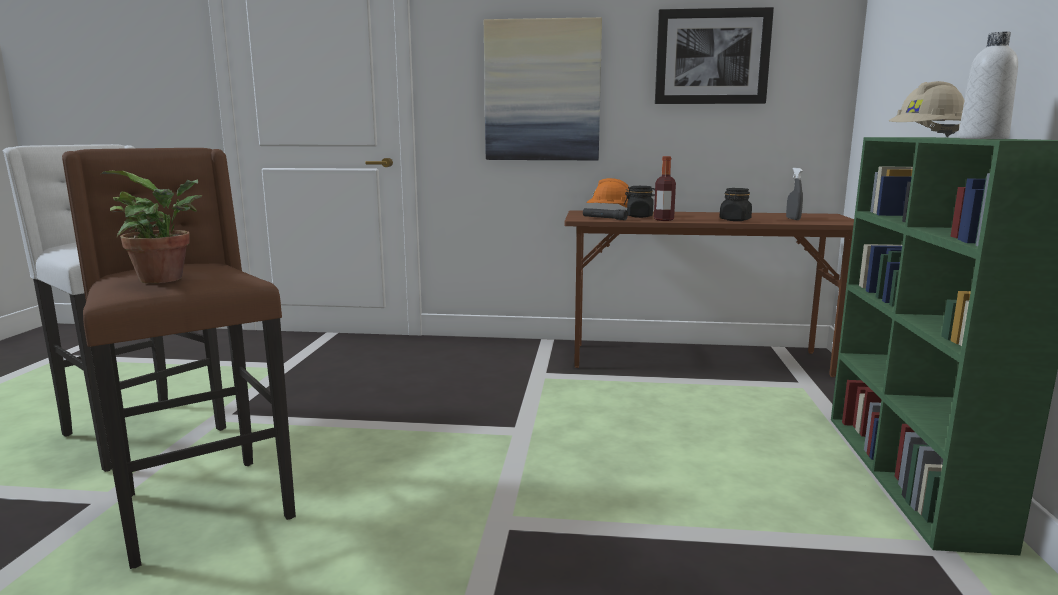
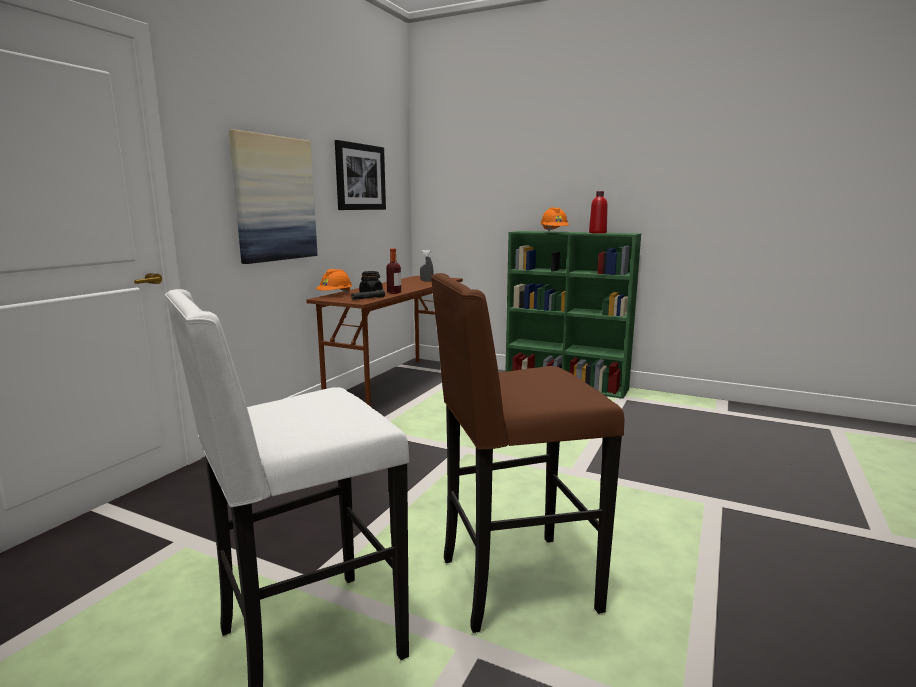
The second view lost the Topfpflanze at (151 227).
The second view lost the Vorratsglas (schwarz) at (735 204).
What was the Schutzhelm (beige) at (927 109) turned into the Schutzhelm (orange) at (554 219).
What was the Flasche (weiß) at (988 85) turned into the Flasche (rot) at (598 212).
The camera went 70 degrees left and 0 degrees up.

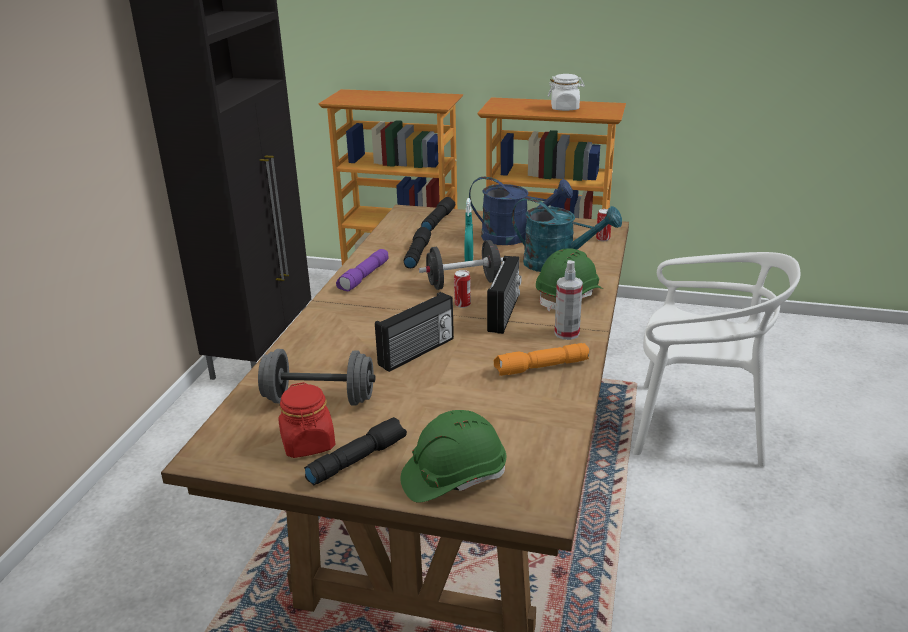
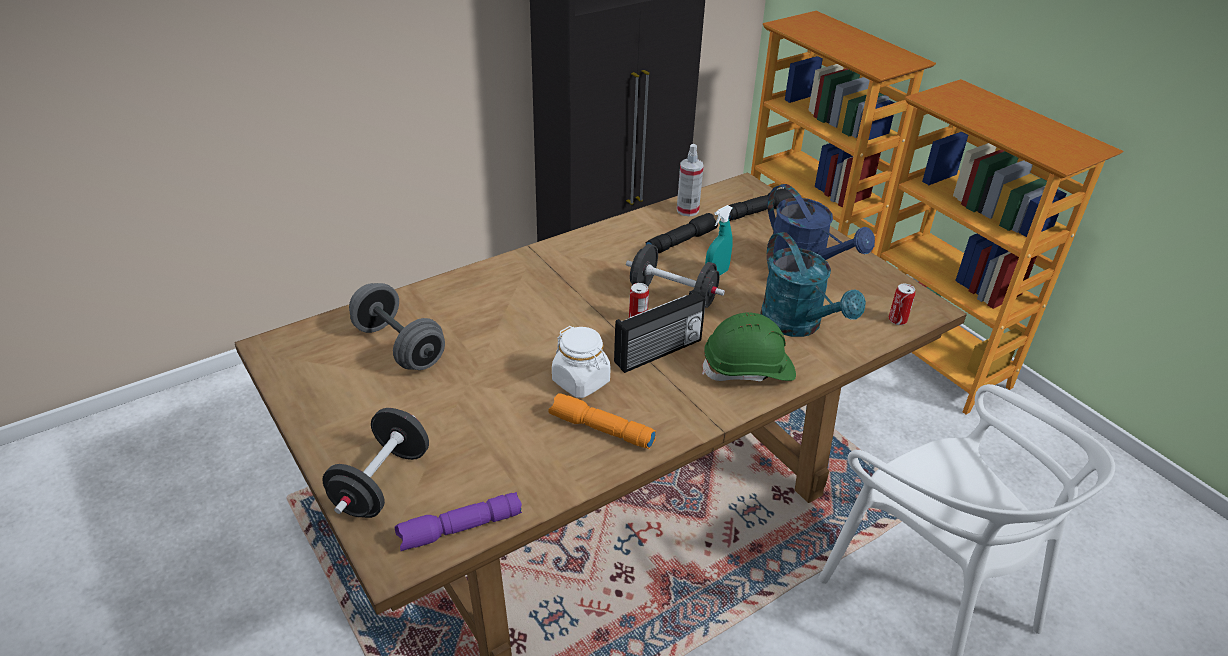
The second view lost the Vorratsglas (rot) at (306 420).
The second view lost the Taschenlampe (schwarz) at (355 451).
The second view lost the Radio at (414 332).
The Taschenlampe (lila) ended up elsewhere, having gone from (362 270) to (458 521).
The Vorratsglas (weiß) ended up elsewhere, having gone from (566 92) to (581 362).
The Sprühflasche ended up elsewhere, having gone from (569 300) to (690 180).
Where the Schutzhelm (grün) stood at (453 456), the Hantel (schwarz) came to stand at (375 463).
The camera went 40 degrees right and 10 degrees up.

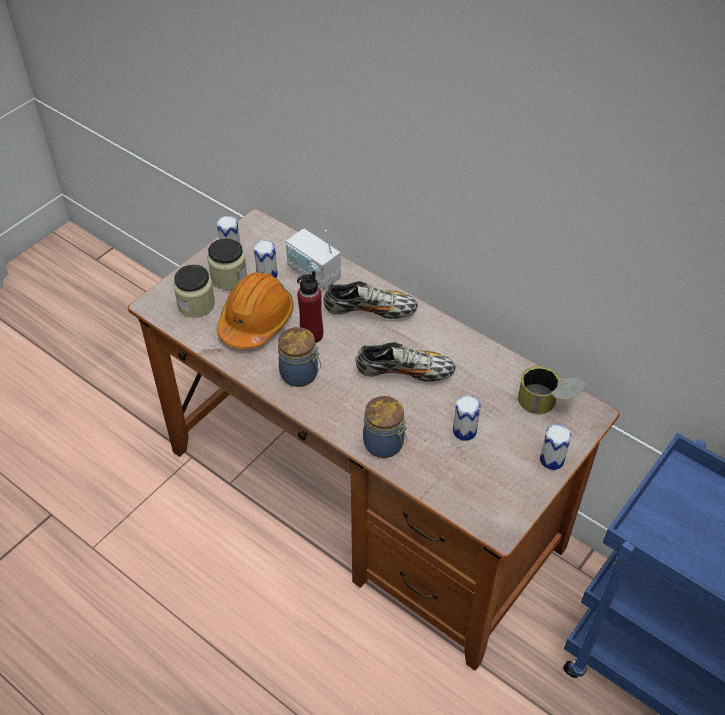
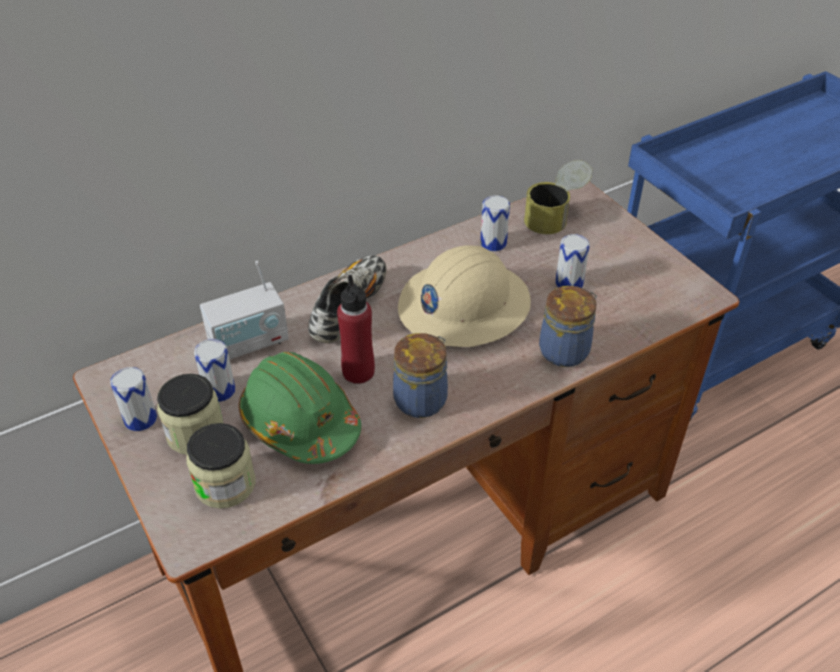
The Dose ended up elsewhere, having gone from (555 447) to (495 223).
Where the Schuh stood at (405 362), the Schutzhelm (beige) came to stand at (464 296).
What was the Schutzhelm (orange) at (255 310) turned into the Schutzhelm (grün) at (300 408).
The camera went 70 degrees left and 5 degrees down.

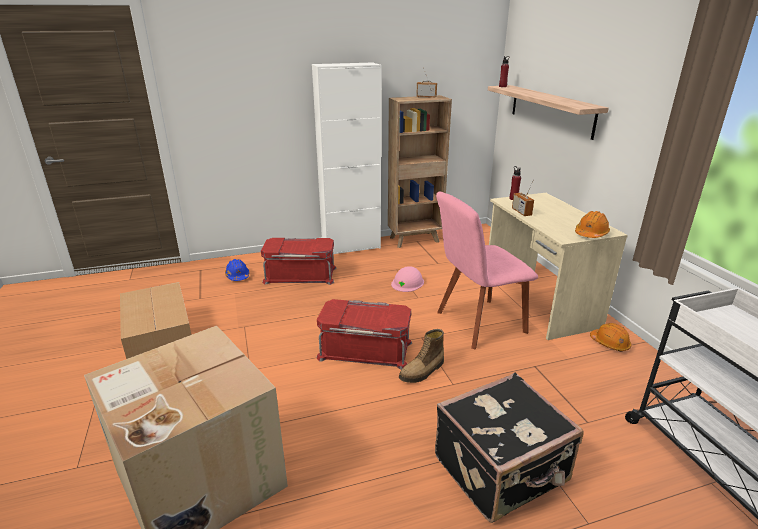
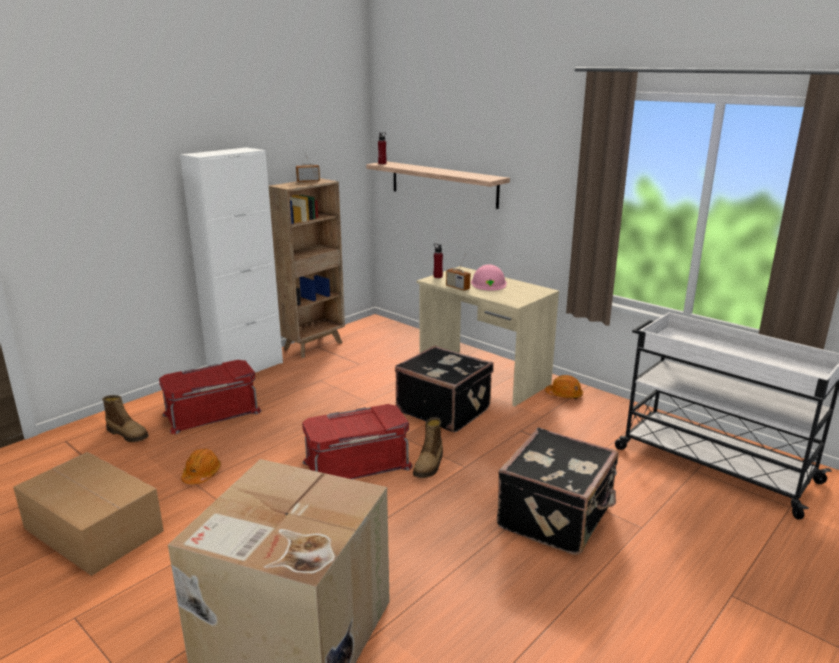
The Schutzhelm (rosa) ended up elsewhere, having gone from (407 279) to (489 277).
The Schutzhelm (orange) ended up elsewhere, having gone from (592 224) to (201 466).
Where the Schutzhelm (blau) stood at (237 270), the Stiefel came to stand at (125 418).
Where the Stuhl (rosa) stood at (487 270), the Koffer (schwarz) came to stand at (444 389).
The camera went 30 degrees left and 5 degrees down.

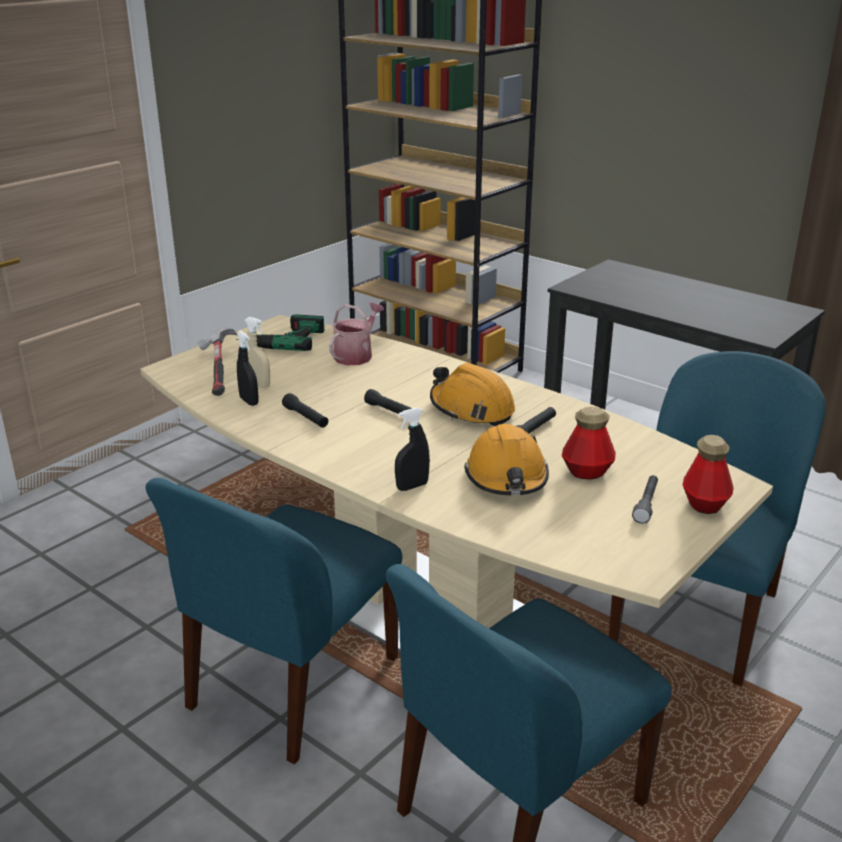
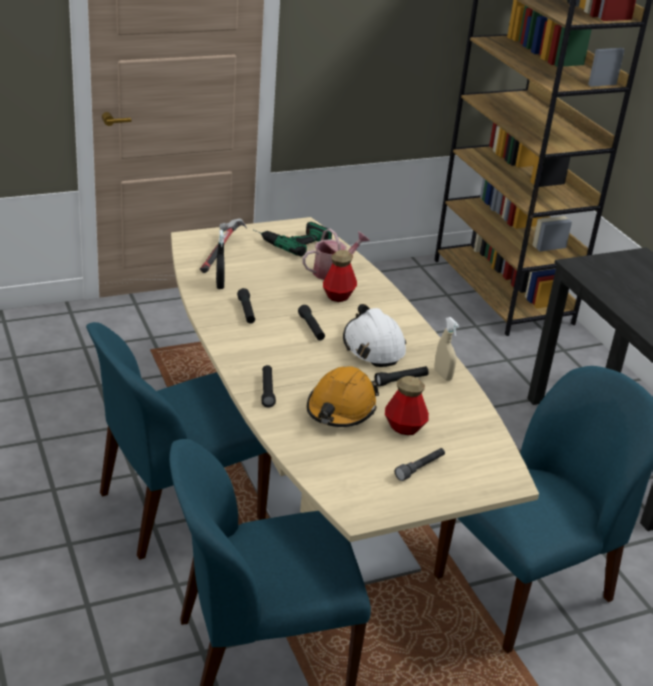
The Sprühflasche (beige) ended up elsewhere, having gone from (257 352) to (447 349).
The Flasche ended up elsewhere, having gone from (708 474) to (340 276).
Where the Sprühflasche (schwarz) stood at (412 449), the Taschenlampe (schwarz) came to stand at (268 386).
What was the Schutzhelm (orange) at (472 394) turned into the Schutzhelm (weiß) at (374 335).
The camera went 25 degrees right and 5 degrees up.

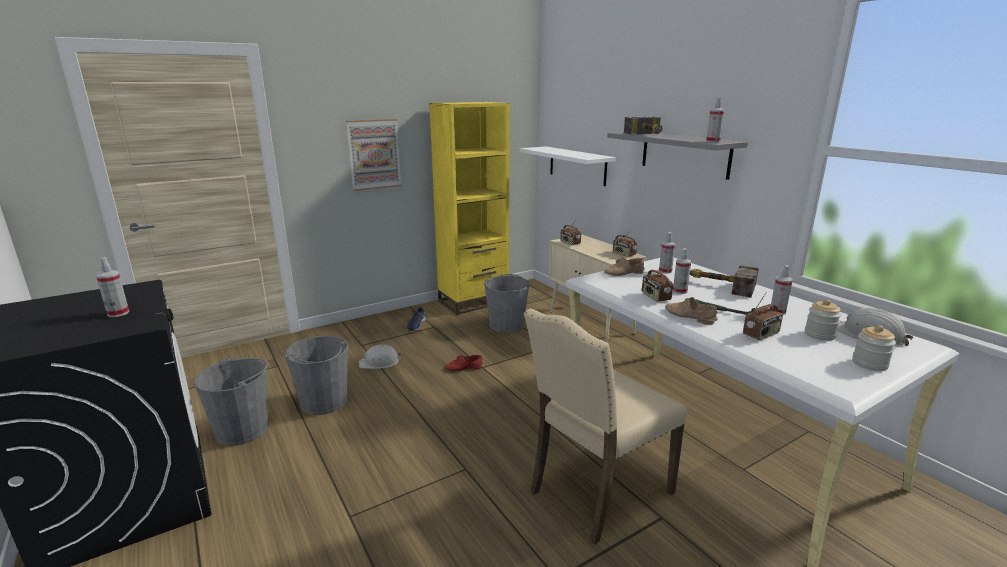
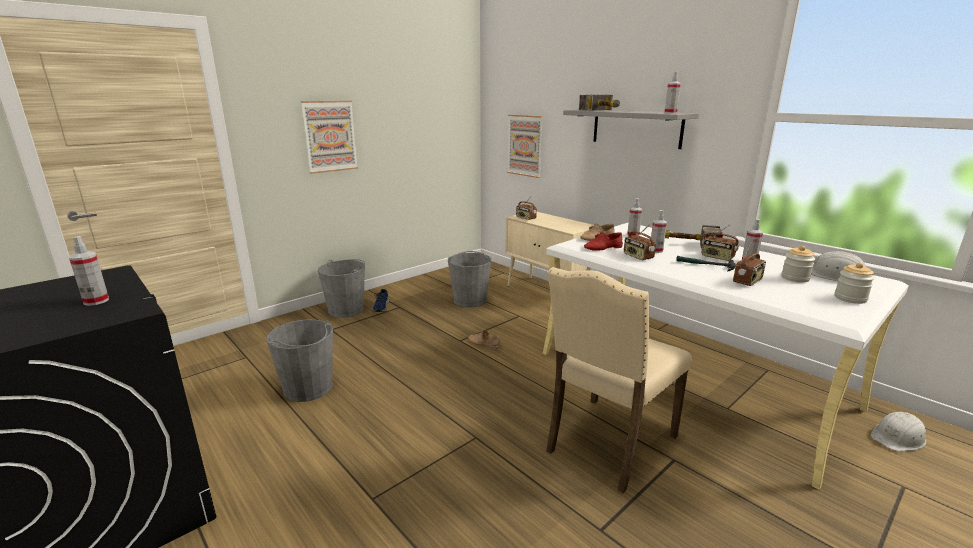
The second view lost the Bücherregal (gelb) at (469 208).
The Eimer (grau) ended up elsewhere, having gone from (231 402) to (341 288).
The Schutzhelm (weiß) ended up elsewhere, having gone from (380 356) to (898 431).
The Schuh (rot) ended up elsewhere, having gone from (464 363) to (603 241).
The Radio ended up elsewhere, having gone from (625 243) to (720 242).
The Schuh (beige) ended up elsewhere, having gone from (691 311) to (484 340).
Where the Wandregal (weiß) hung at (568 166), the Bild came to hang at (525 146).
The camera went 10 degrees left and 0 degrees up.

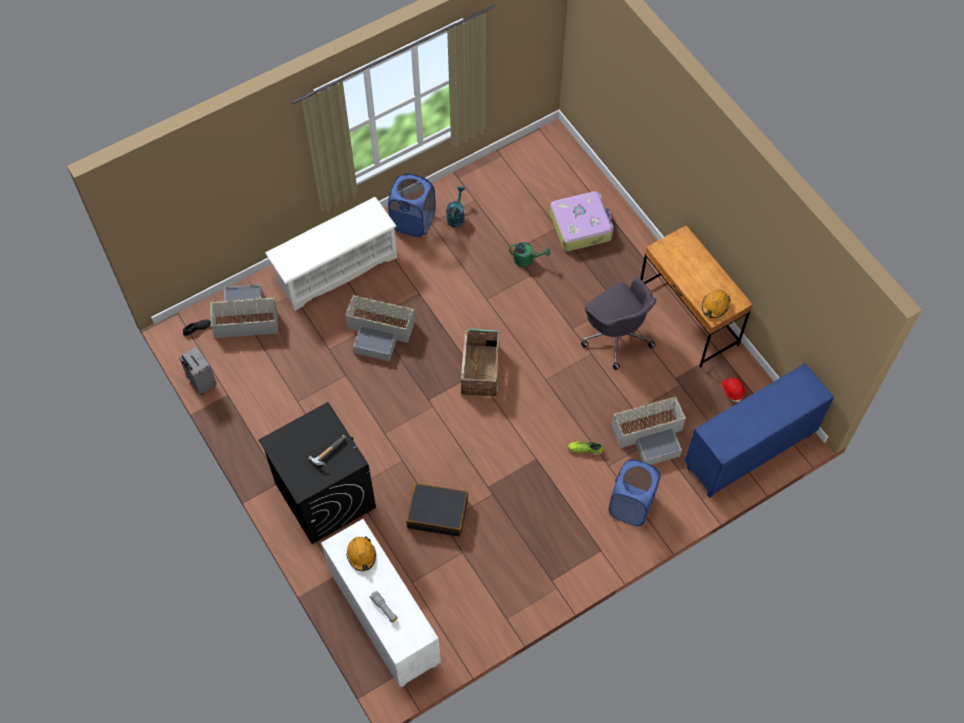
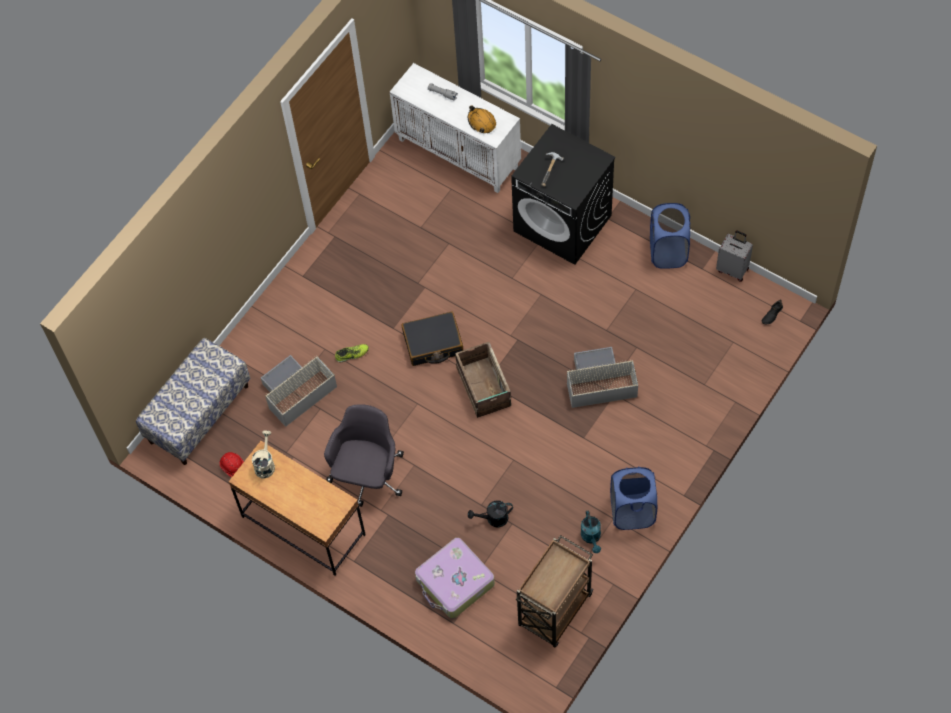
The second view lost the Aufbewahrungsbox (grau) at (244 311).
The second view lost the Schuhregal (weiß) at (331 254).
The second view gained the Rollwagen (braun) at (555 591).
The Koffer (schwarz) ended up elsewhere, having gone from (437 510) to (432 339).
The Wäschekorb (blau) ended up elsewhere, having gone from (635 492) to (670 235).
Where the Schrank (blau) stood at (759 430), the Bank came to stand at (193 401).
Where the Schutzhelm (orange) stood at (716 304), the Gießkanne (beige) came to stand at (263 455).
What was the Gießkanne (grün) at (529 254) turned into the Gießkanne (schwarz) at (490 514).
The Bürostuhl (grau) at (618 324) ended up facing another way, 75 degrees clockwise from before.
The camera went 160 degrees right and 0 degrees up.

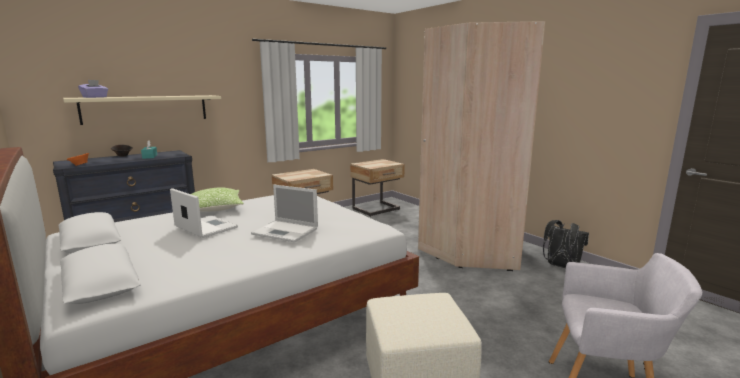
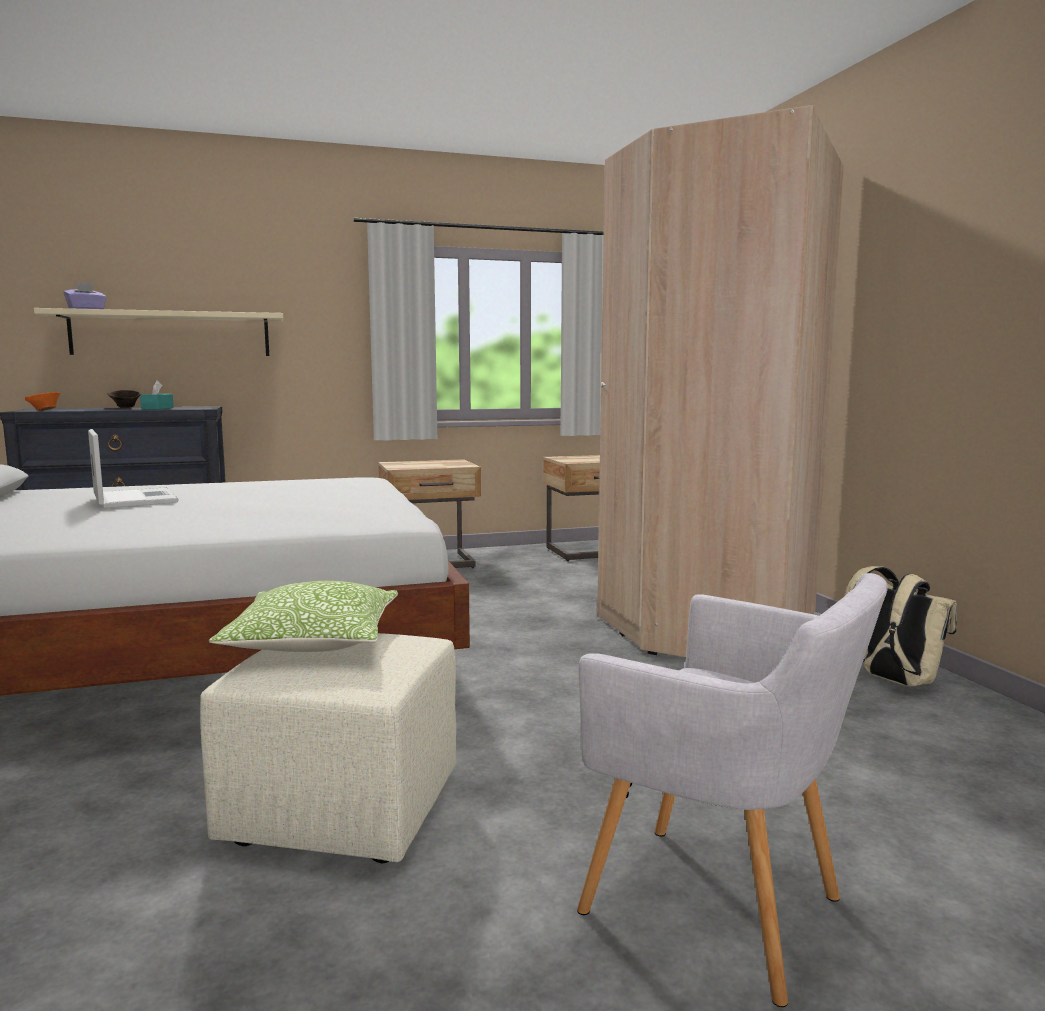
The second view lost the Laptop at (284 213).
The Kissen ended up elsewhere, having gone from (217 200) to (303 616).
What was the Rucksack (schwarz) at (566 244) turned into the Rucksack (beige) at (901 626).
The camera went 20 degrees right and 5 degrees down.

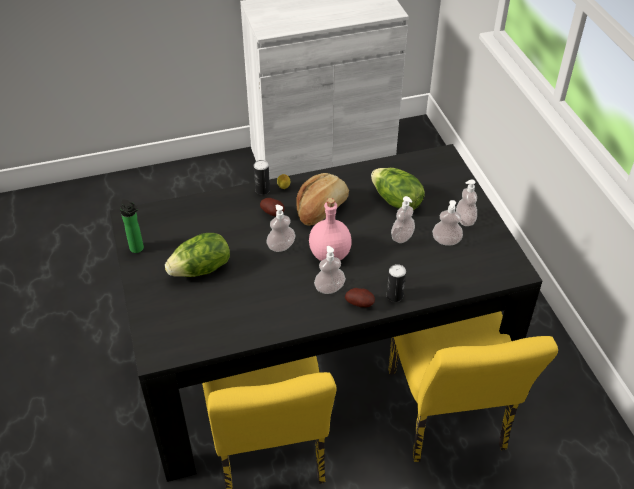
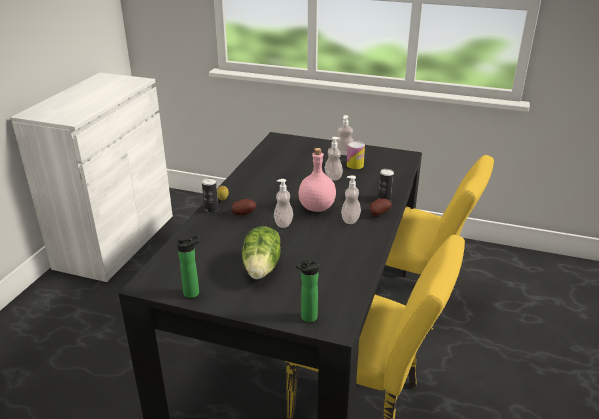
The second view lost the Brot at (322 199).
The second view lost the Salatkopf at (398 189).
The second view gained the Flasche at (307 289).
Where the Seifenspender stood at (447 223), the Dose came to stand at (356 155).
The camera went 55 degrees left and 15 degrees down.

